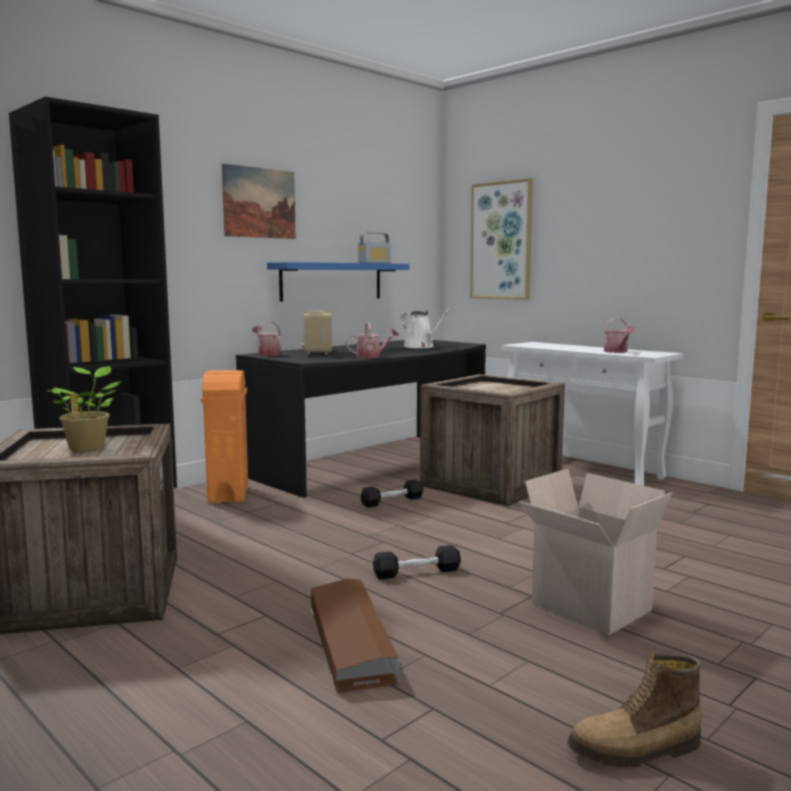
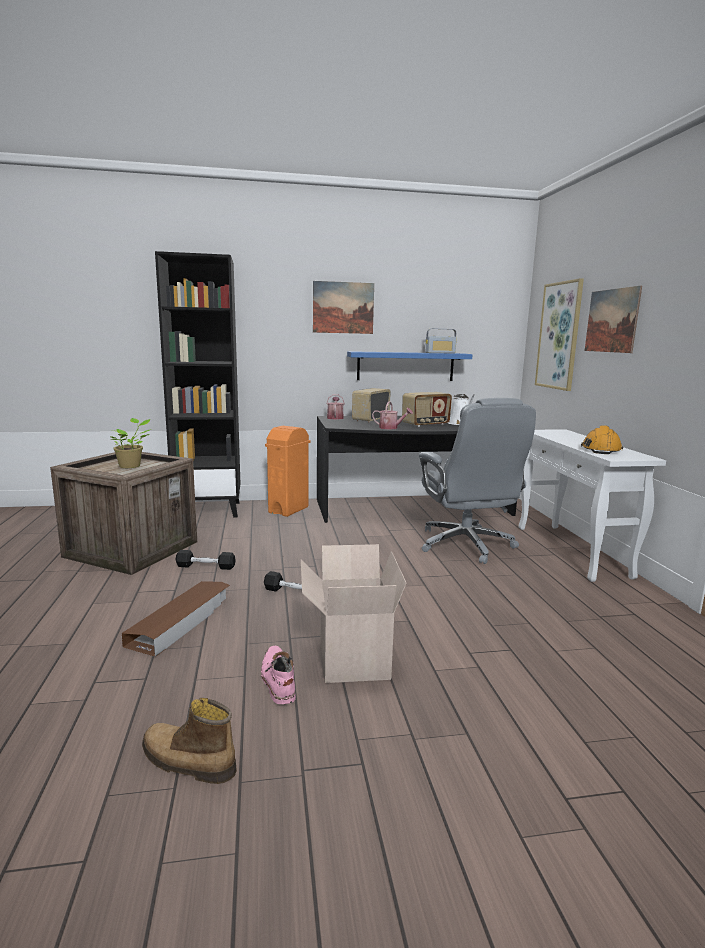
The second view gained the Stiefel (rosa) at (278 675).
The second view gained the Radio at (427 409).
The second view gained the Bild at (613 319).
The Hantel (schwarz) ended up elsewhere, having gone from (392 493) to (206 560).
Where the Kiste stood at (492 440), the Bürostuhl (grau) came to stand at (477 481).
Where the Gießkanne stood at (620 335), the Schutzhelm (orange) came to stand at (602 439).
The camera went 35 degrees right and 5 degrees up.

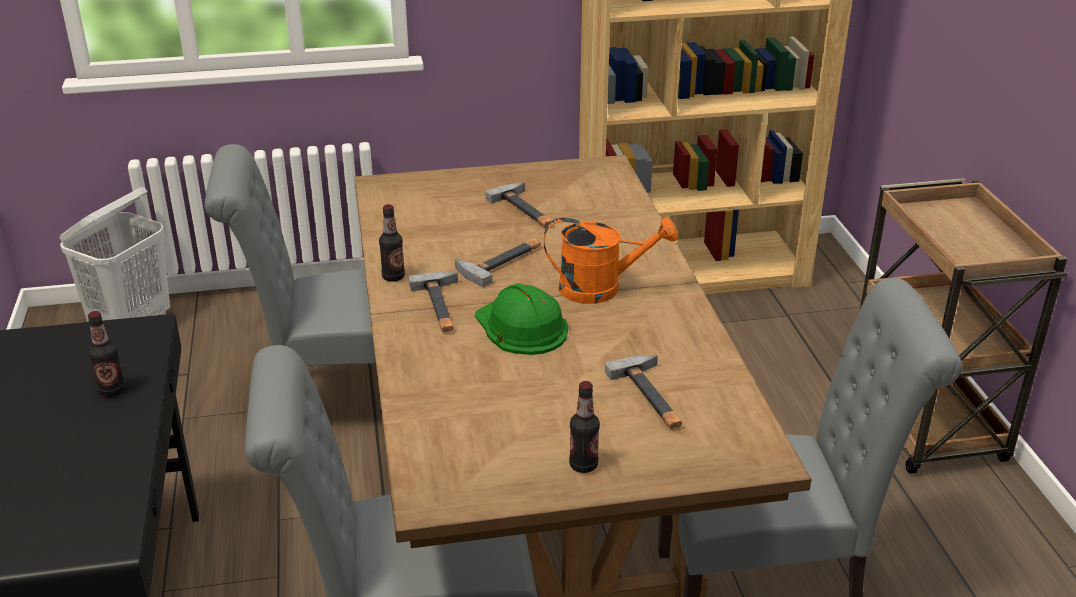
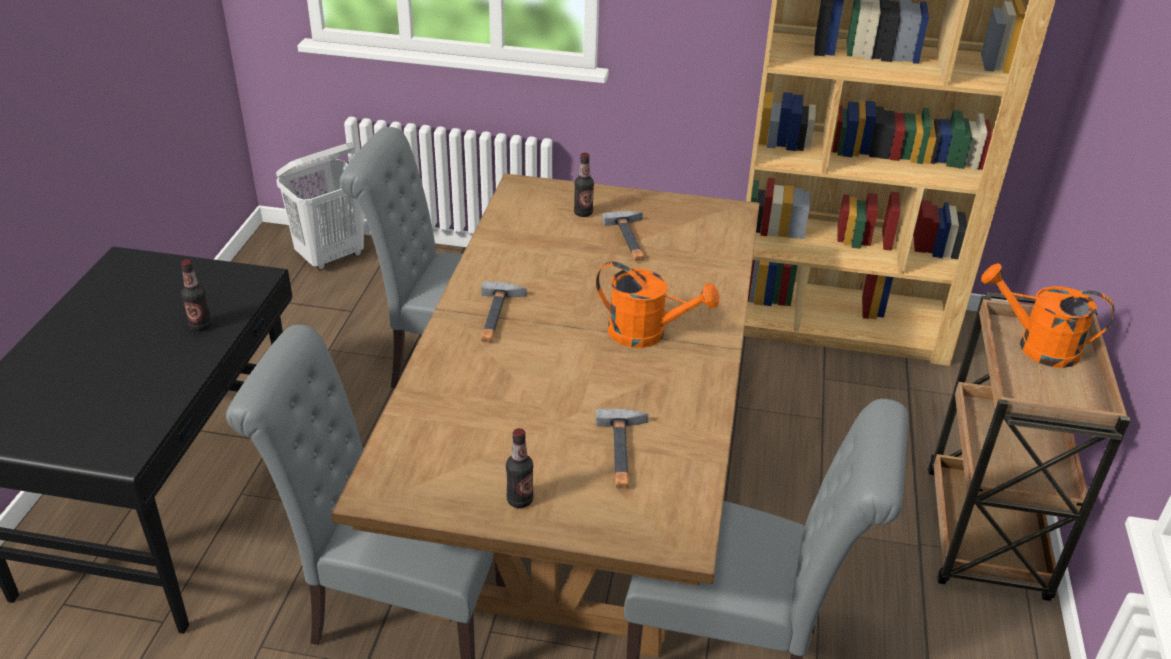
The second view lost the Hammer at (498 262).
The second view lost the Schutzhelm (grün) at (521 319).
The second view gained the Gießkanne (orange) at (1047 315).
The Flasche ended up elsewhere, having gone from (392 243) to (584 185).
The camera went 20 degrees right and 5 degrees up.

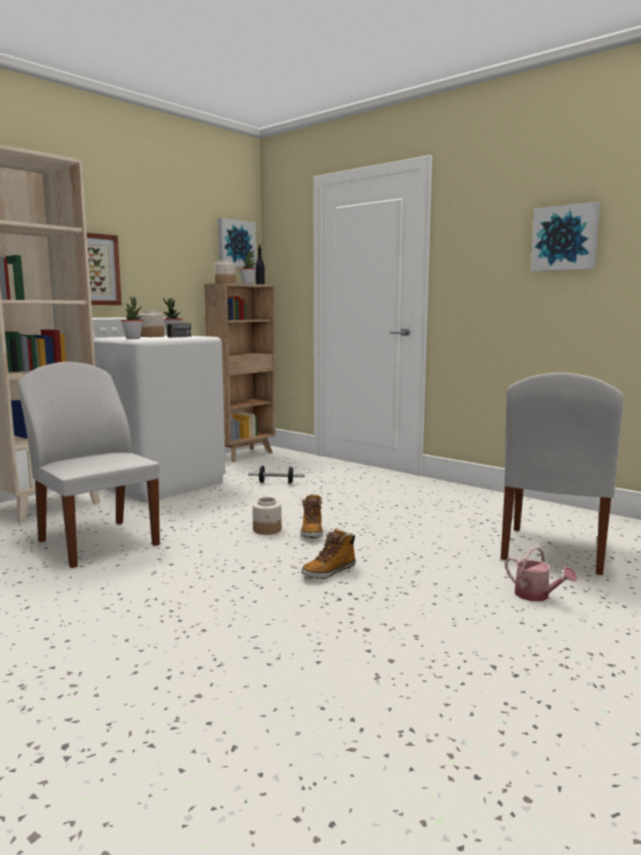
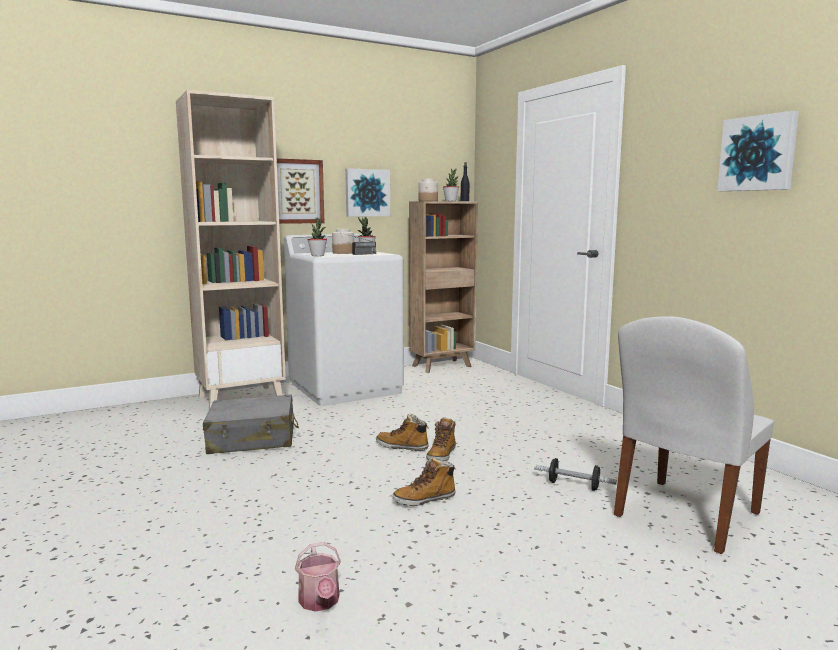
The Bild ended up elsewhere, having gone from (237 243) to (367 192).
The Hantel ended up elsewhere, having gone from (276 475) to (575 474).
The Gießkanne ended up elsewhere, having gone from (541 574) to (318 577).
Where the Stuhl (weiß) stood at (89 465), the Koffer (grau) came to stand at (251 424).
Where the Vorratsglas stood at (267 516), the Stiefel came to stand at (402 432).
The camera went 20 degrees right and 0 degrees up.

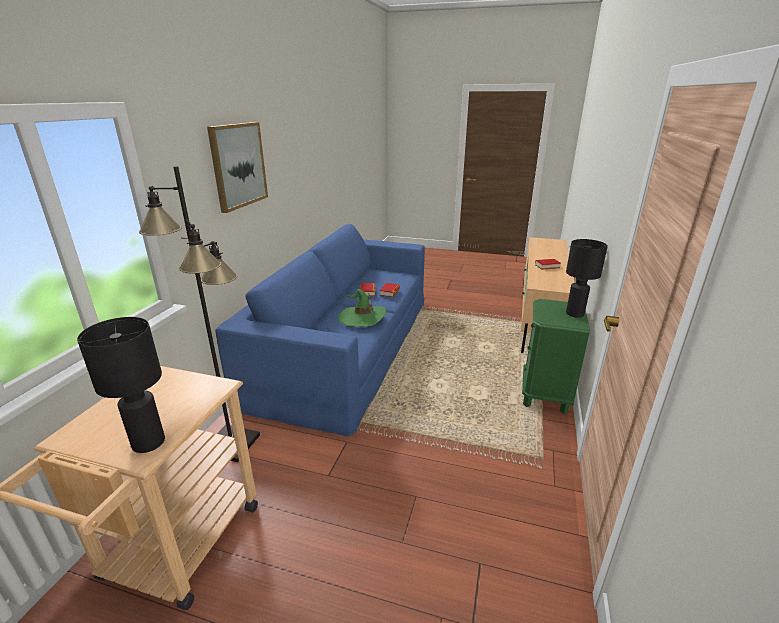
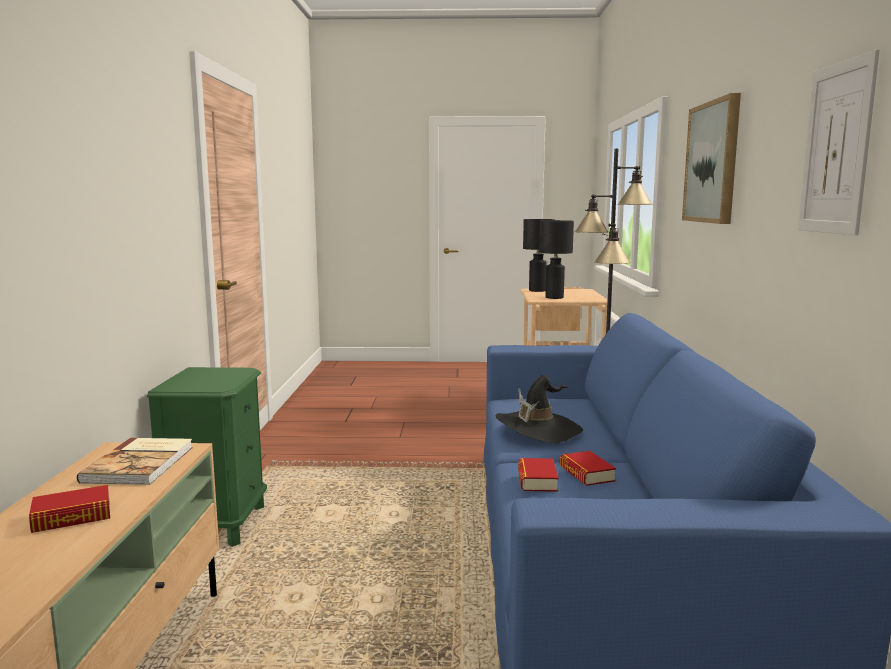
The second view gained the Buch at (135 461).
The second view gained the Bild at (839 142).
The Tischlampe (schwarz) ended up elsewhere, having gone from (587 278) to (556 259).
What was the Hut (grün) at (362 308) turned into the Hut (schwarz) at (539 409).
The camera went 165 degrees right and 15 degrees down.

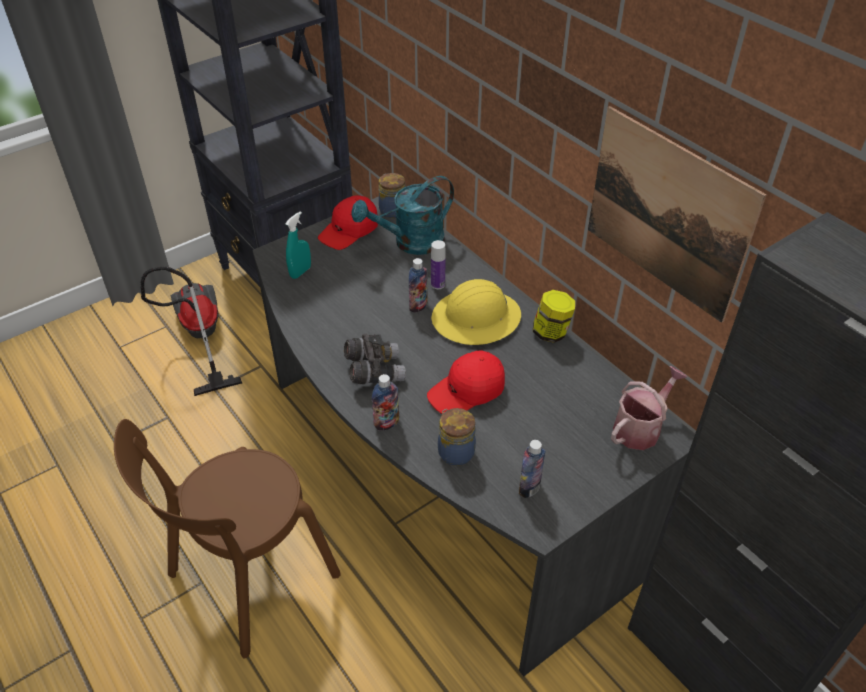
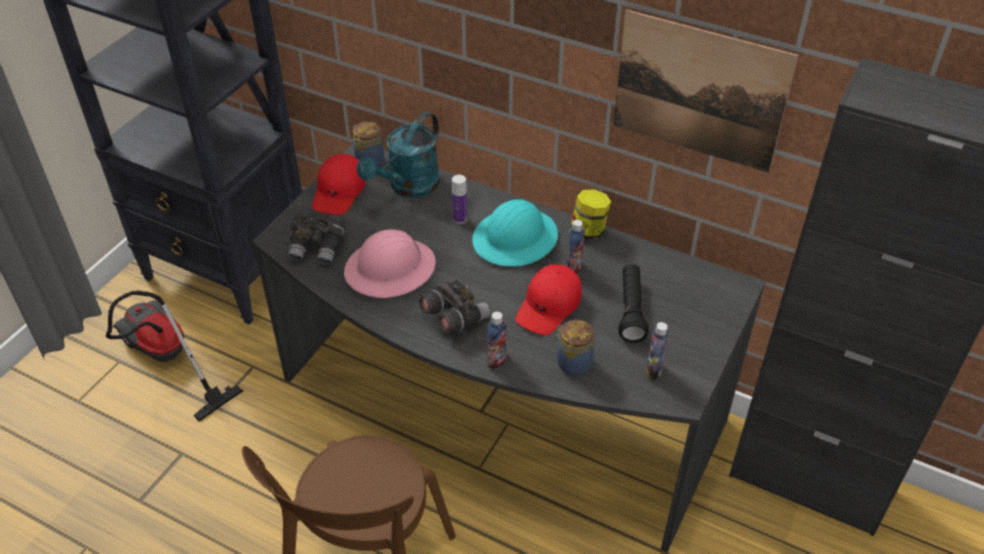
The second view lost the Gießkanne at (649 408).
The second view gained the Schutzhelm (rosa) at (390 263).
The second view gained the Taschenlampe (schwarz) at (633 303).
The Flasche ended up elsewhere, having gone from (418 285) to (576 247).
Where the Sprühflasche (türkis) stood at (298 245), the Fernglas (grau) came to stand at (316 238).
What was the Schutzhelm (gelb) at (476 312) turned into the Schutzhelm (türkis) at (515 232).
The camera went 25 degrees left and 0 degrees up.

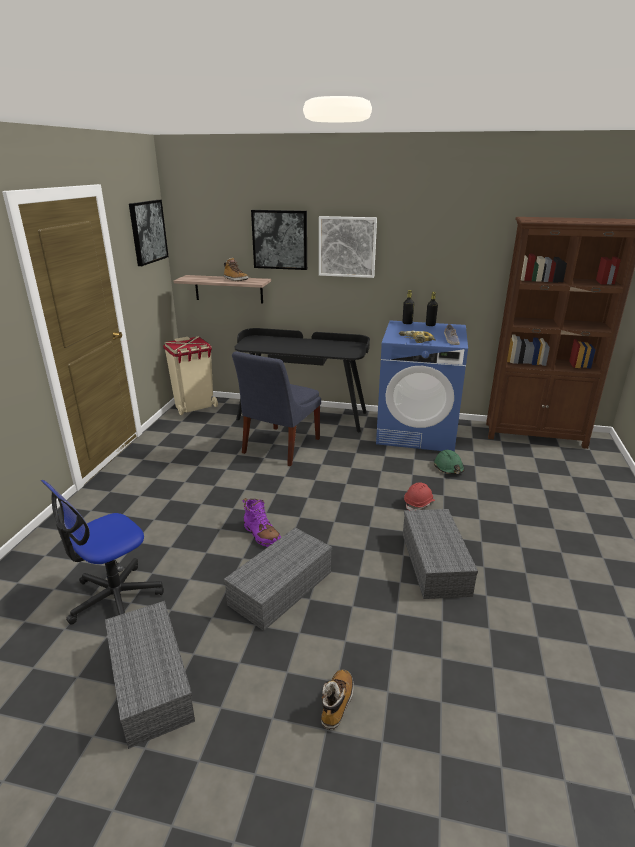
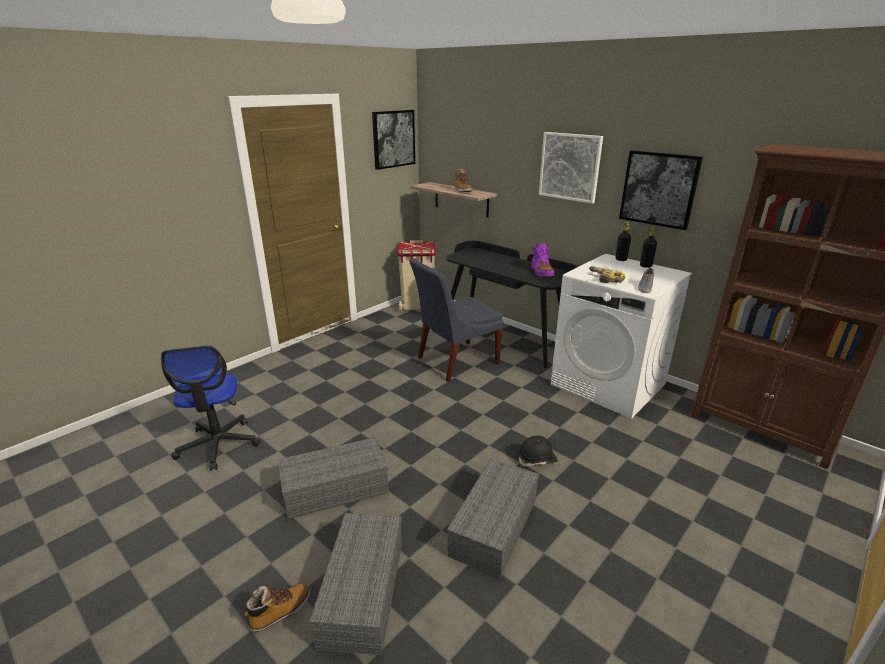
The second view lost the Schutzhelm (grün) at (449 462).
The Aufbewahrungsbox (grau) ended up elsewhere, having gone from (150 675) to (356 584).
The Stiefel (lila) ended up elsewhere, having gone from (261 522) to (543 260).
The Bild ended up elsewhere, having gone from (279 240) to (661 190).
What was the Waschmaschine (blau) at (422 386) turned into the Waschmaschine (weiß) at (621 336).
What was the Schutzhelm (rot) at (419 496) turned into the Schutzhelm (schwarz) at (538 451).
The Bürostuhl at (102 552) ended up facing another way, 90 degrees counterclockwise from before.
The camera went 30 degrees right and 0 degrees up.

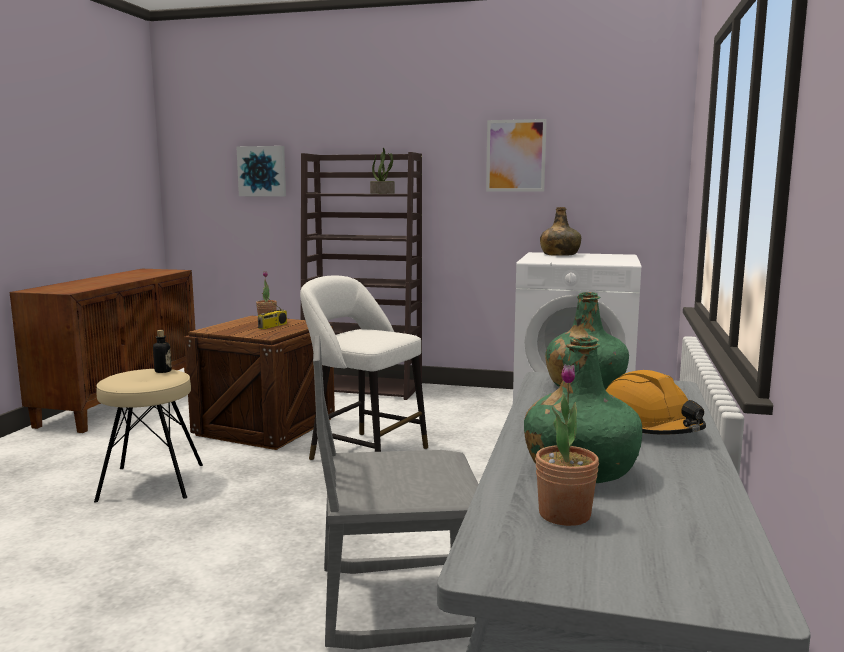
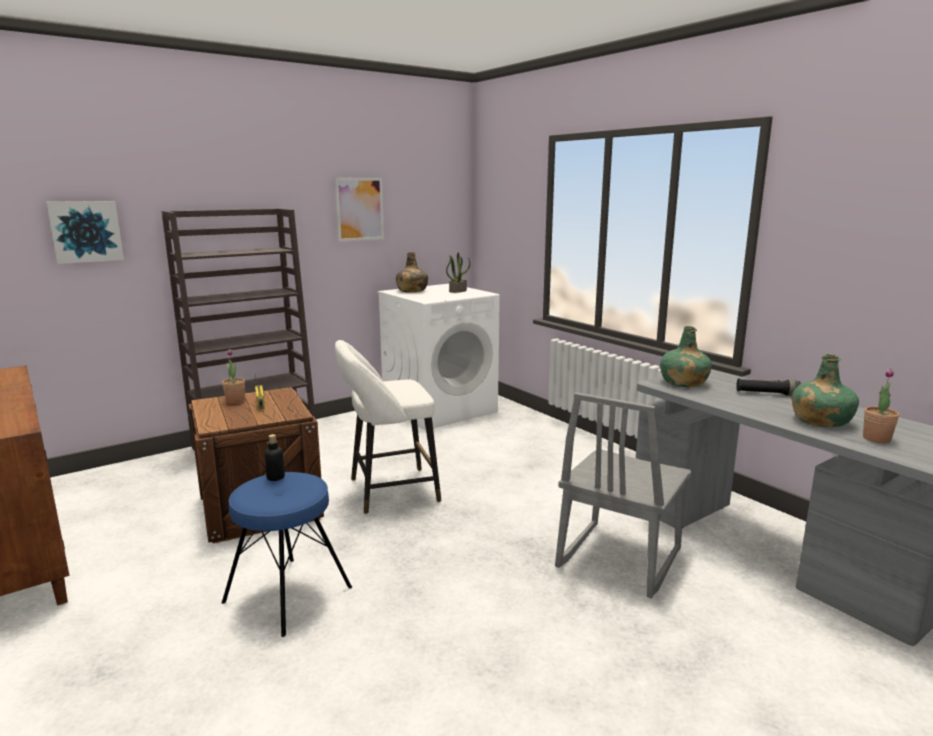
The Topfpflanze ended up elsewhere, having gone from (382 171) to (458 272).
Where the Schutzhelm (orange) stood at (656 402), the Taschenlampe (schwarz) came to stand at (768 387).
What was the Hocker (beige) at (148 436) turned into the Hocker (blau) at (286 554).
The camera went 50 degrees left and 5 degrees up.

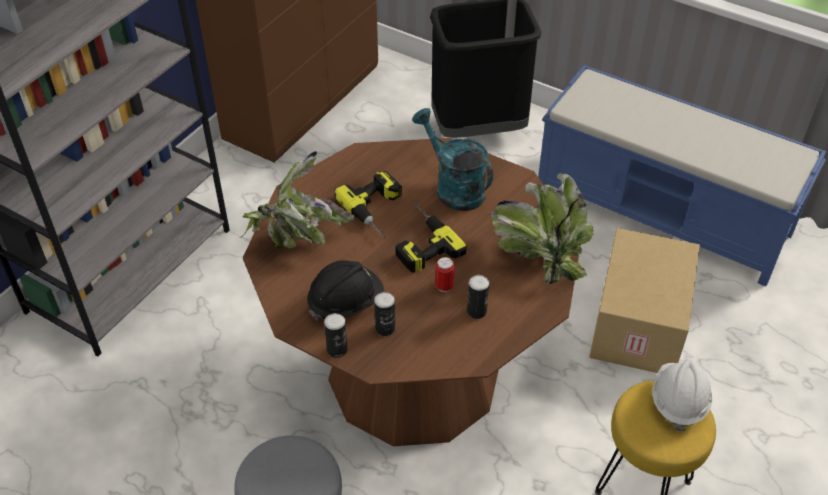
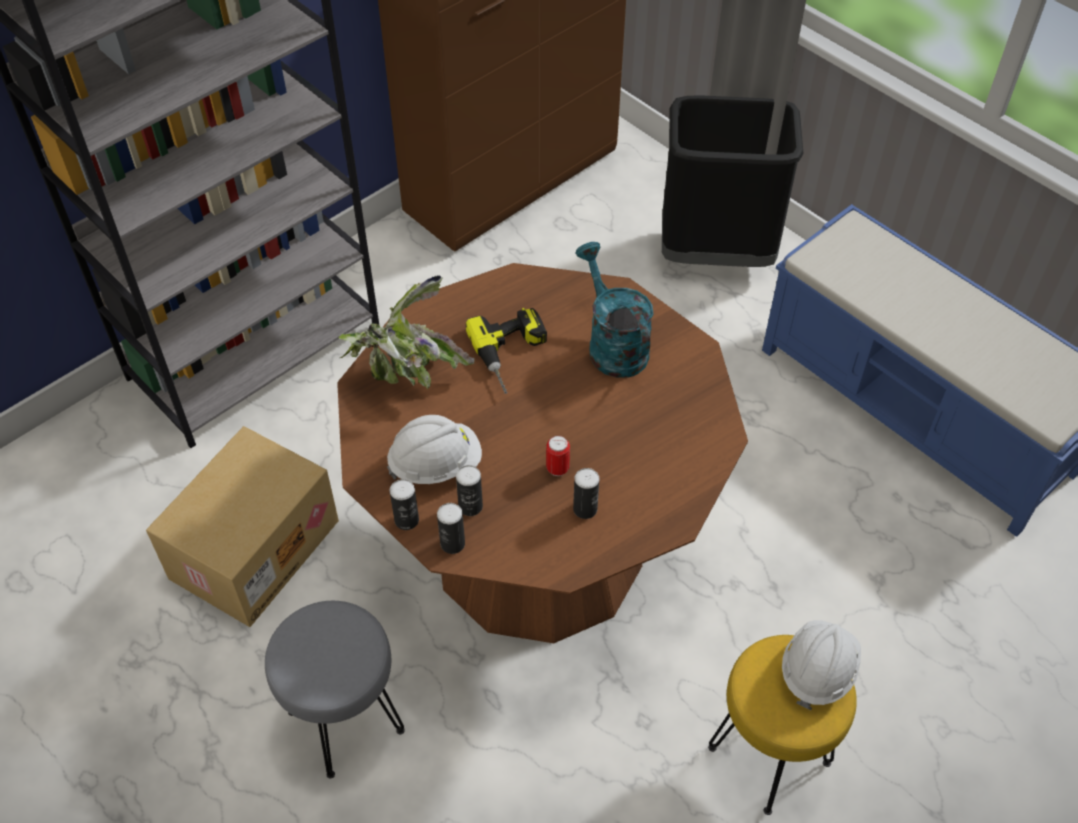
The second view lost the Bohrmaschine at (430 237).
The second view lost the Topfpflanze at (542 229).
The second view gained the Dose at (451 528).
The Karton ended up elsewhere, having gone from (644 300) to (242 526).
What was the Schutzhelm (schwarz) at (345 290) turned into the Schutzhelm (weiß) at (434 449).
The camera went 15 degrees right and 5 degrees up.

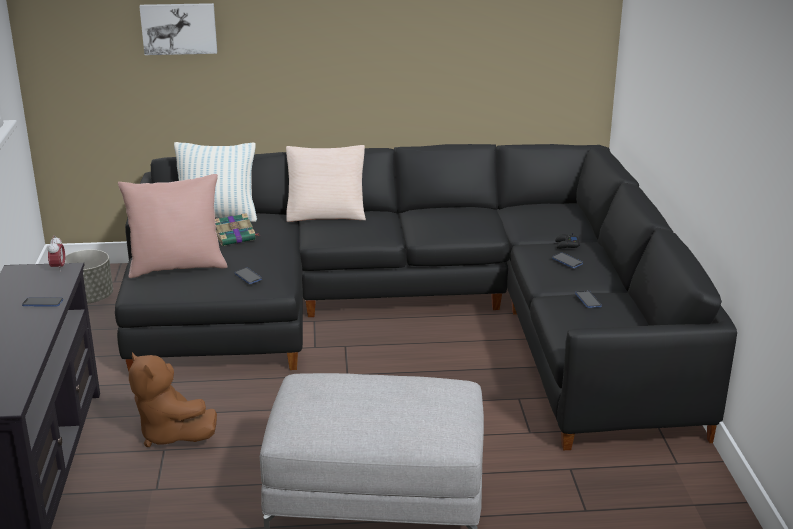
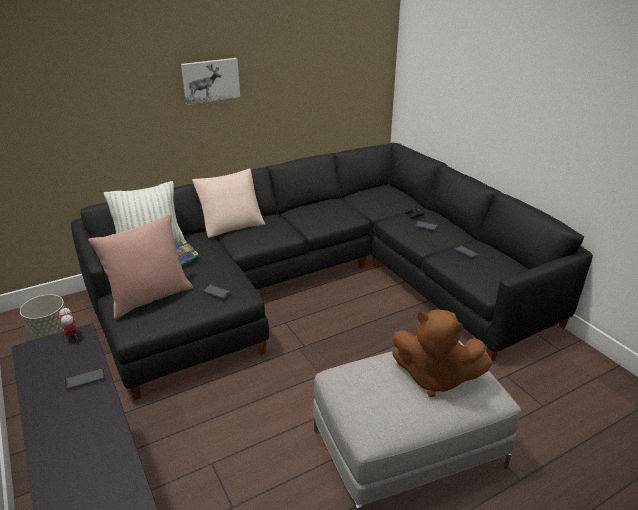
The Plüschtier (braun) ended up elsewhere, having gone from (173 399) to (442 353).
The Bild ended up elsewhere, having gone from (178 29) to (210 81).
The camera went 25 degrees left and 5 degrees up.

